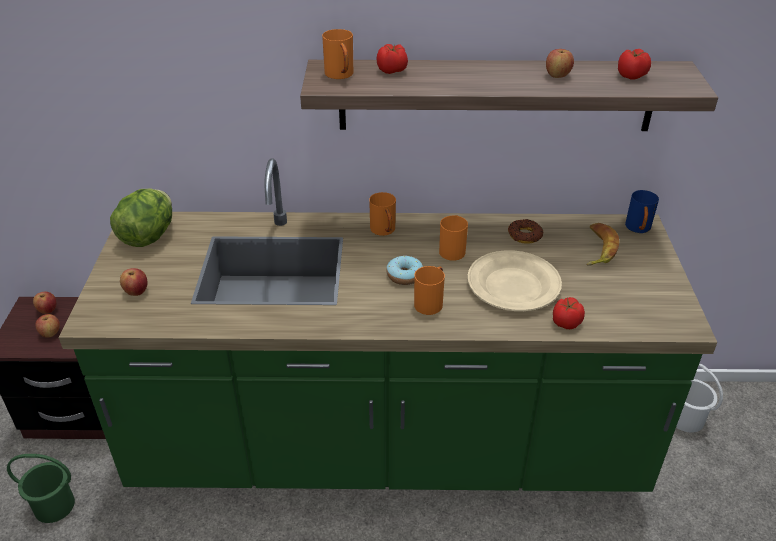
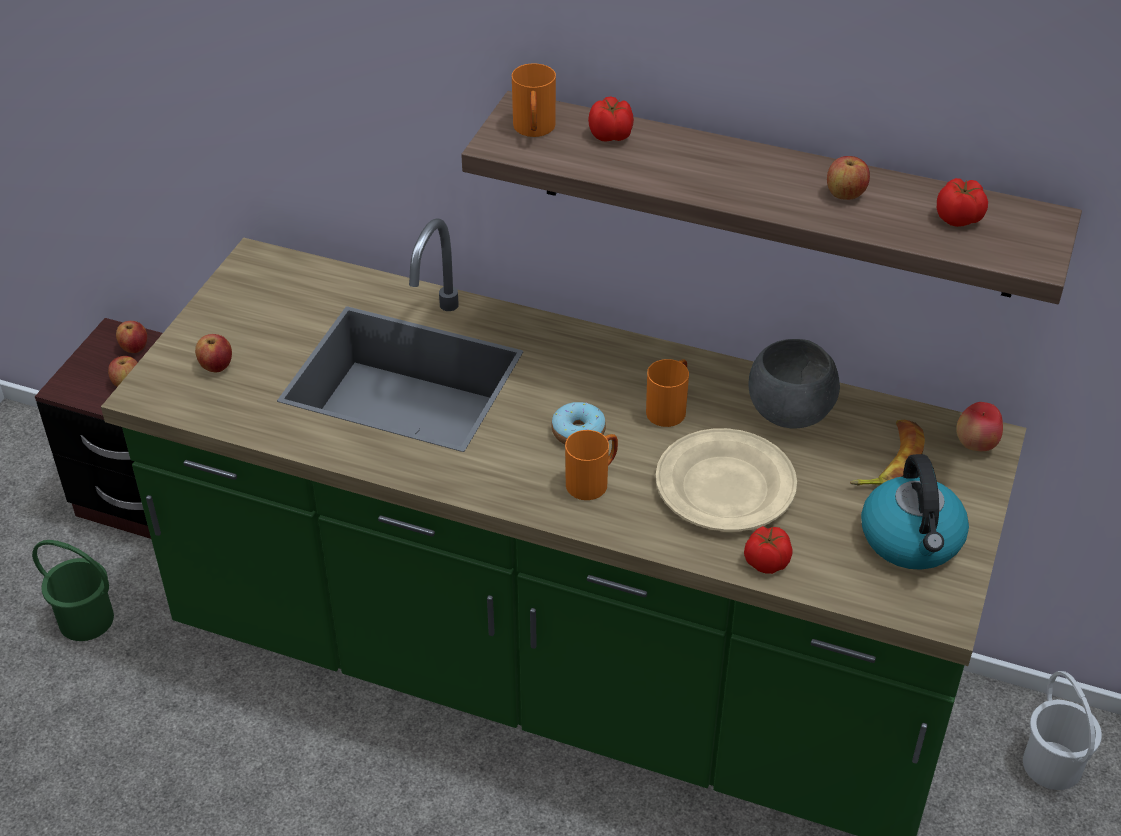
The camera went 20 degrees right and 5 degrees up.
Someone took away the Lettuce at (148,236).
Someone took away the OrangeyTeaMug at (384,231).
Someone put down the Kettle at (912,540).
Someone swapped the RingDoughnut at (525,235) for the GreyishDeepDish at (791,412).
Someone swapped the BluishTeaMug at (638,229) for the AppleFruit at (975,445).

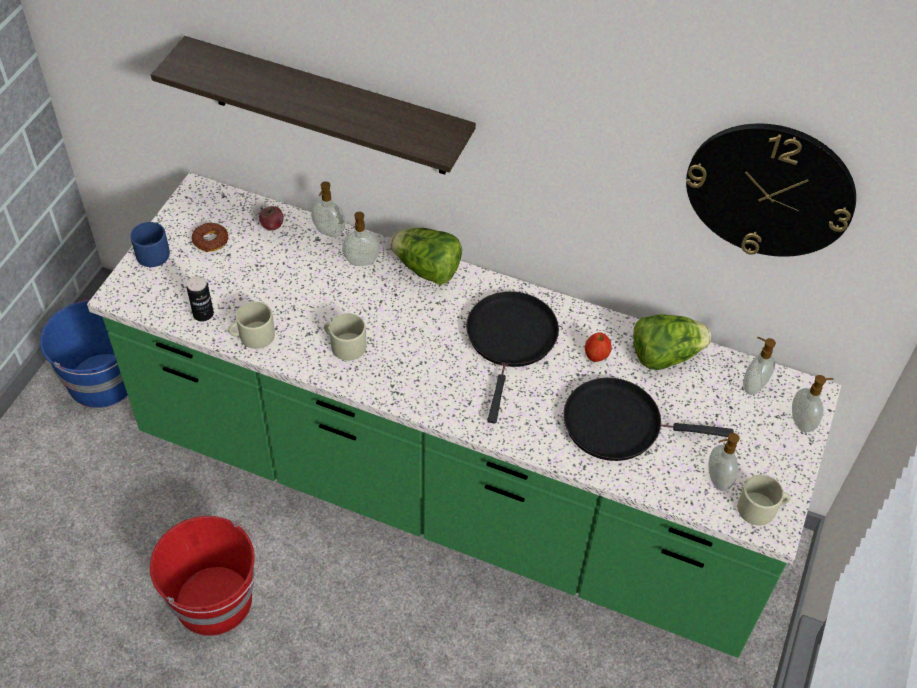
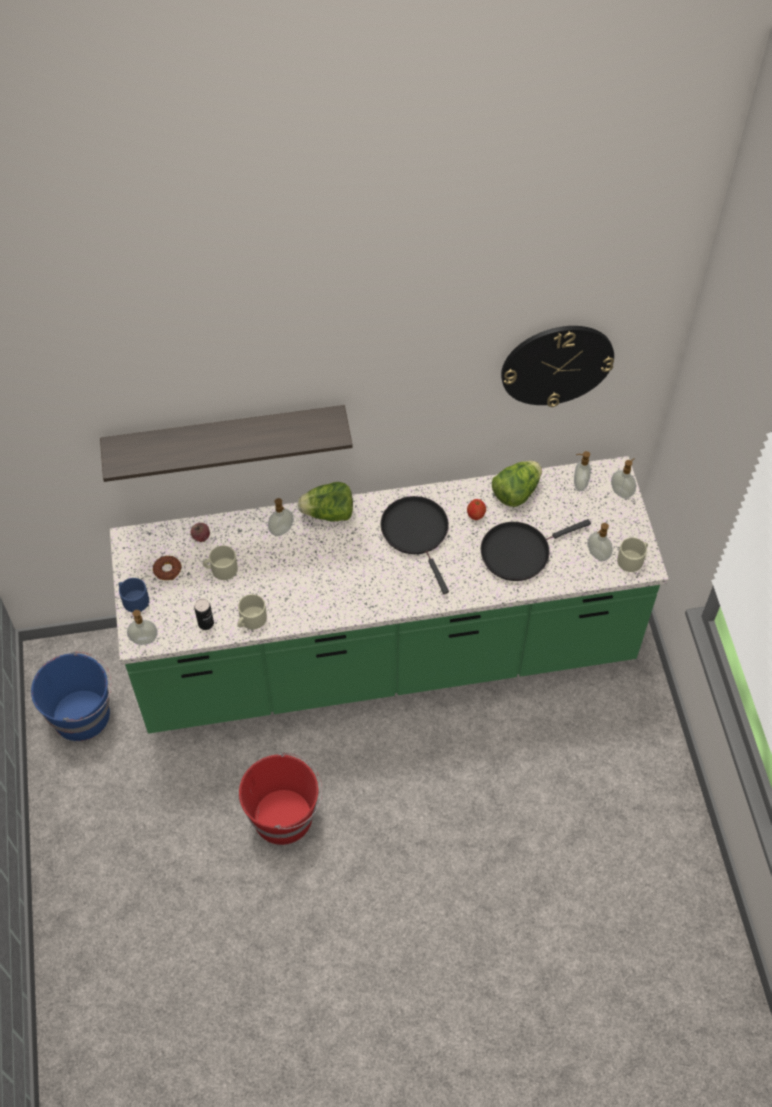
The camera went 30 degrees left and 5 degrees up.
Someone carried the LiquidSoapBottle from (328,232) to (144,641).
Someone carried the BeigeTeaMug from (344,344) to (221,569).

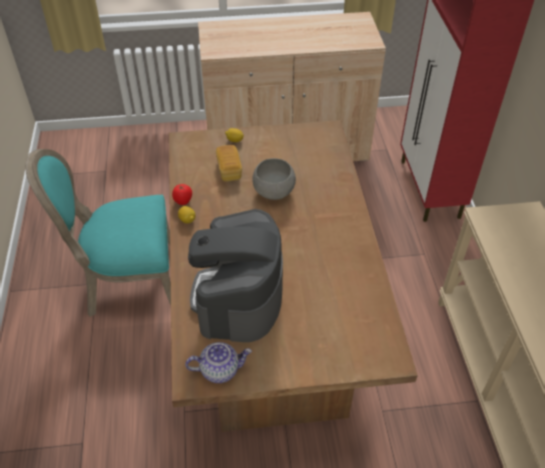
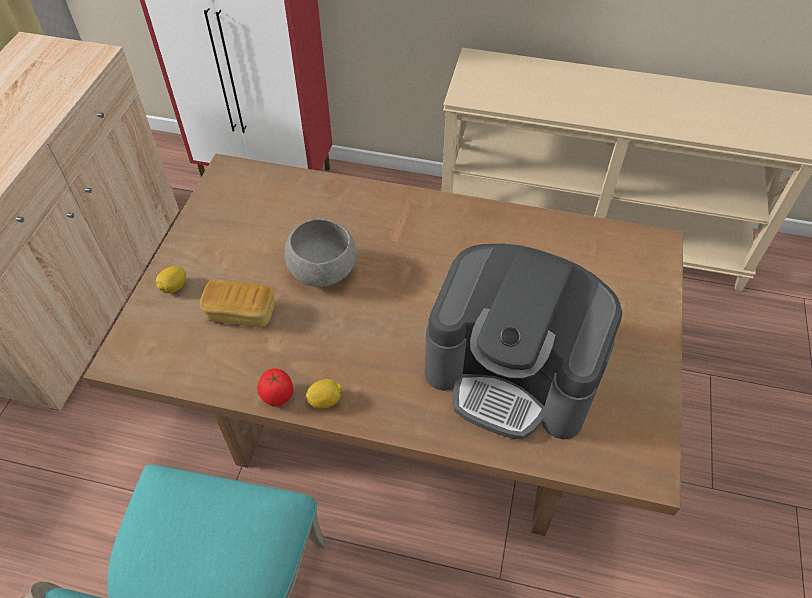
The camera went 70 degrees left and 5 degrees up.
Someone took away the PotForTea at (220,369).

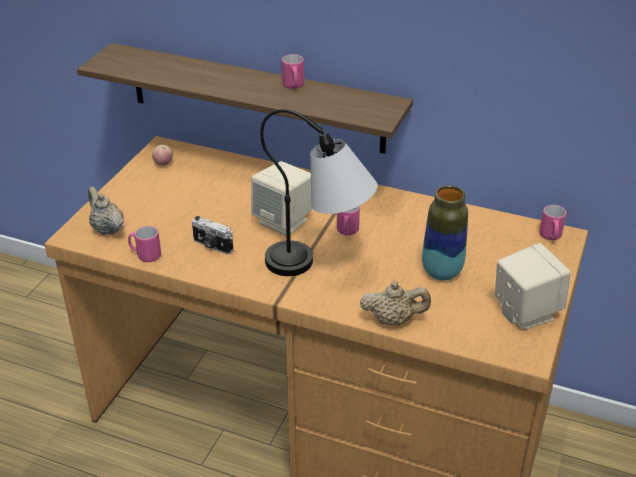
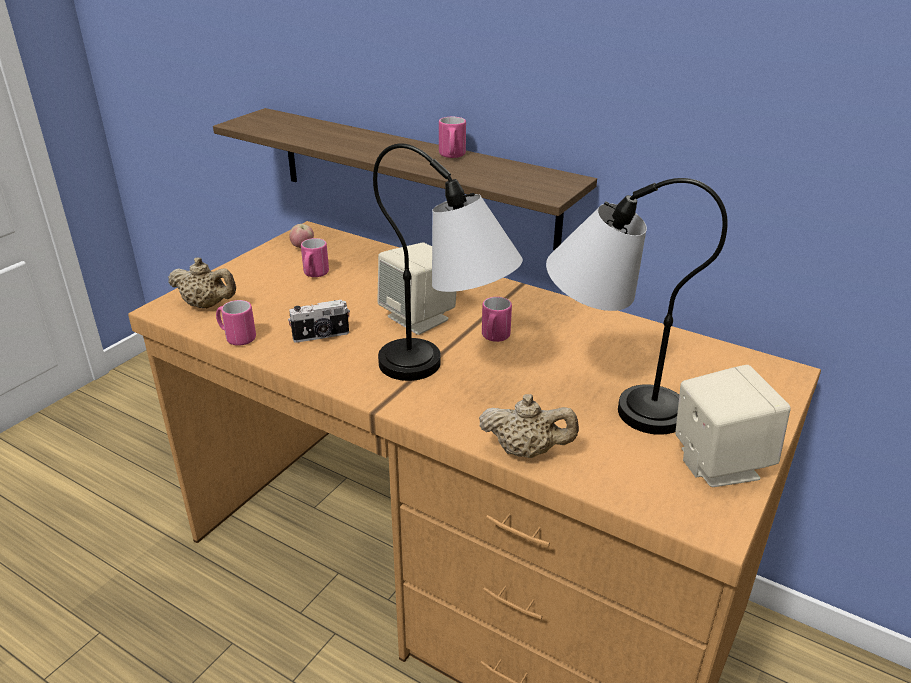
The camera went 10 degrees right and 5 degrees down.
Someone carried the PinkColouredTeaMug from (551,237) to (314,275).
Someone swapped the DecorativeVase at (441,272) for the TableLamp at (607,398).
Someone rotated the BeigePotForTea at (107,229) by 135 degrees clockwise.
Someone rotated the StillCamera at (212,246) by 60 degrees counterclockwise.

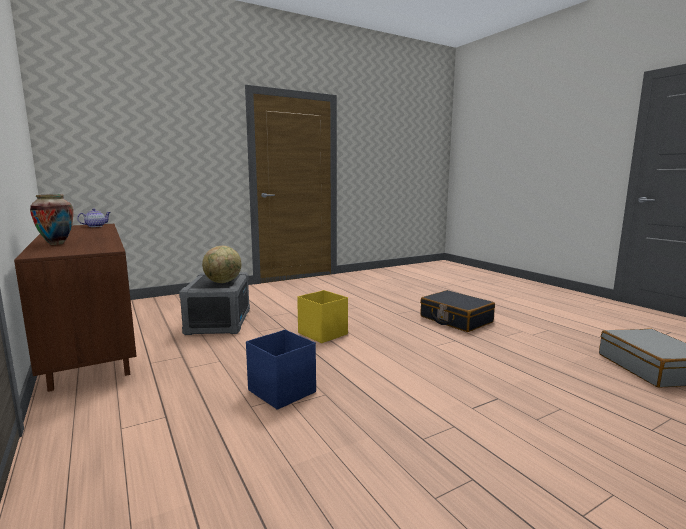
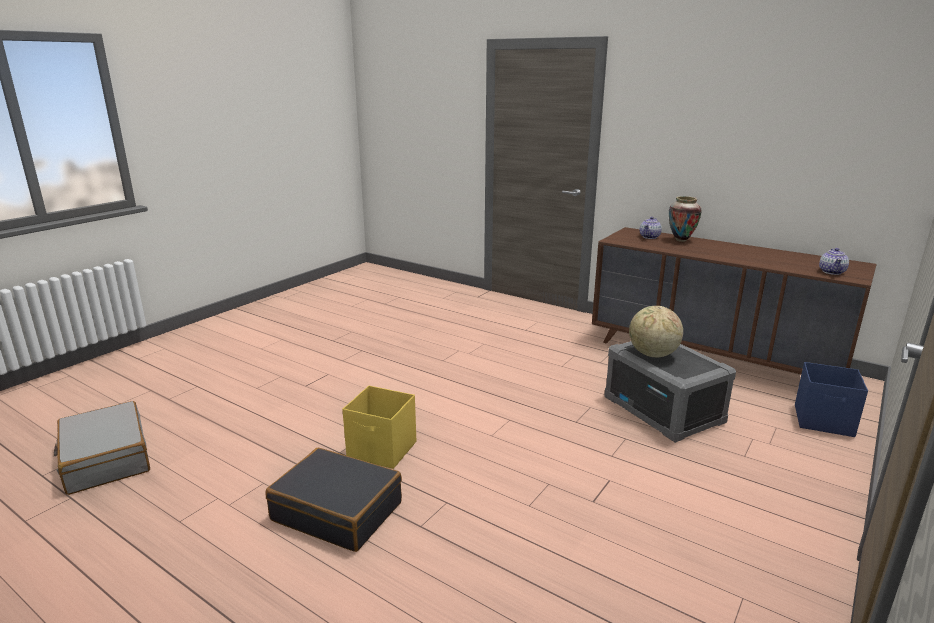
The camera went 155 degrees right and 10 degrees up.
Someone put down the PotForTea at (650,237).
Someone carried the BluishStorageBox from (281,391) to (824,421).
Someone carried the YellowStorageBox from (322,333) to (382,450).

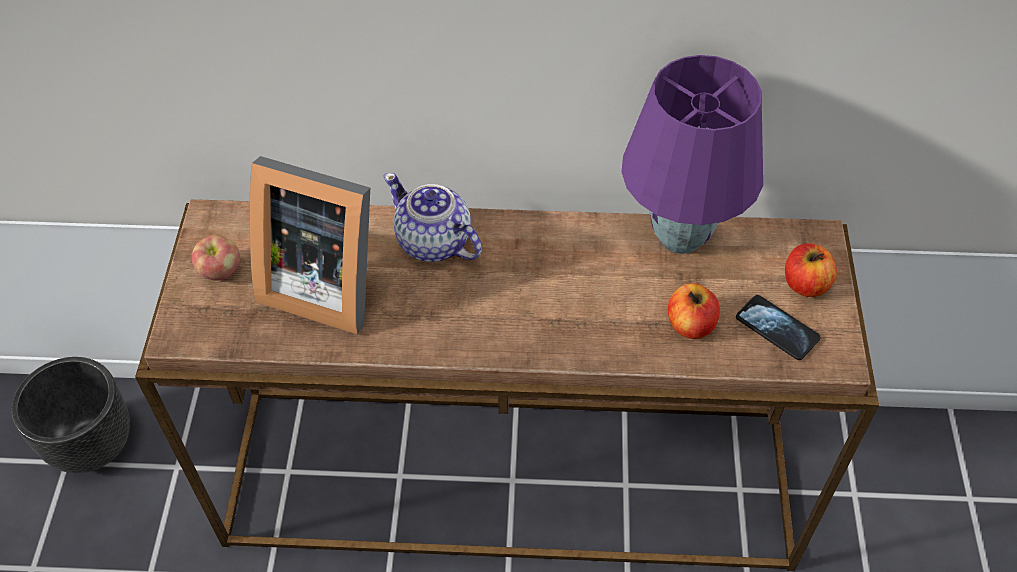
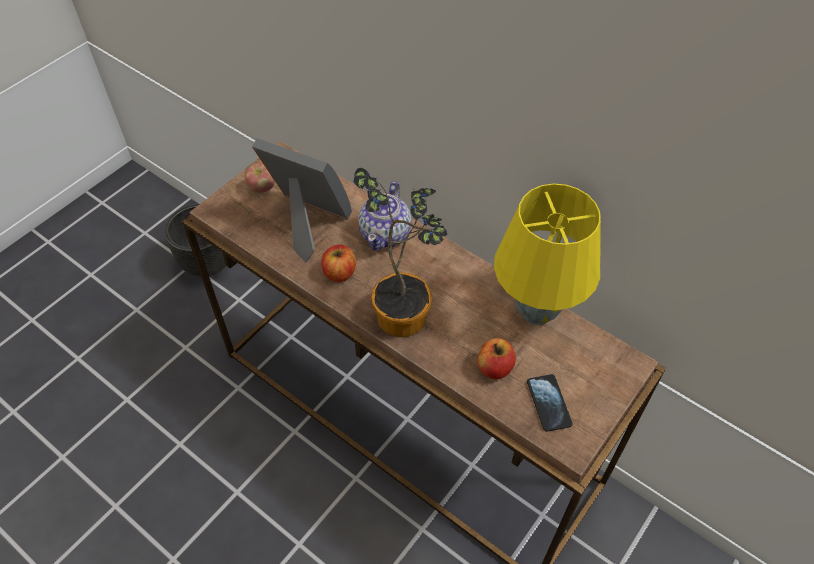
The camera went 35 degrees right and 0 degrees up.
Someone put down the PottedPlant at (405,311).
Someone carried the AppleFruit from (805,284) to (339,273).
Someone repainted the PurplishTableLamp at (678,236), which became the YellowTableLamp at (536,310).
Someone rotated the PictureFrame at (323,283) by 150 degrees clockwise.
Someone rotated the PotForTea at (434,243) by 150 degrees counterclockwise.

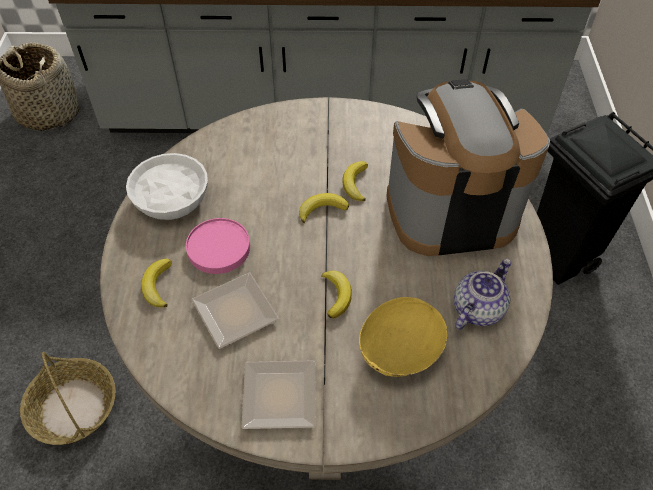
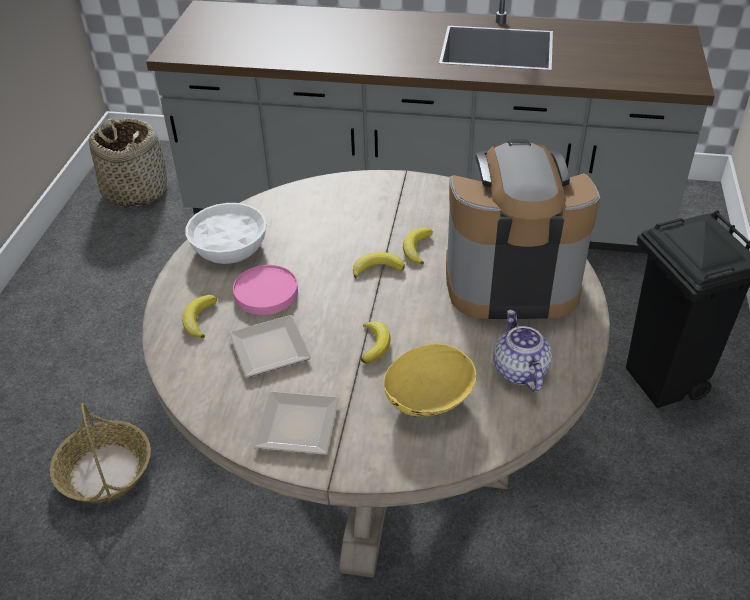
The camera went 10 degrees right and 10 degrees down.
Someone rotated the PotForTea at (477,308) by 60 degrees counterclockwise.

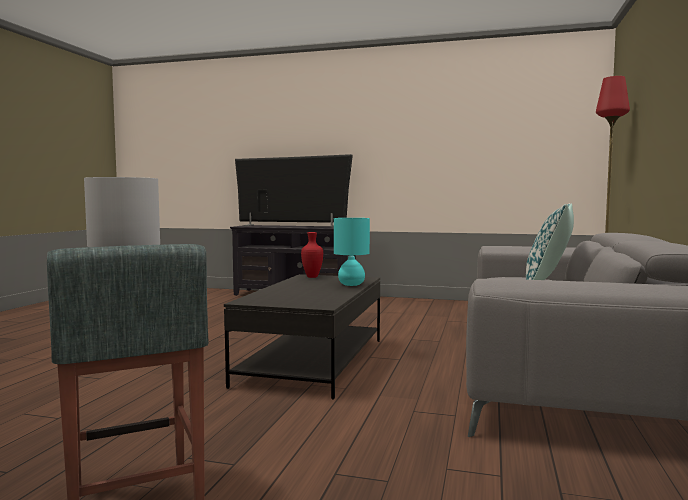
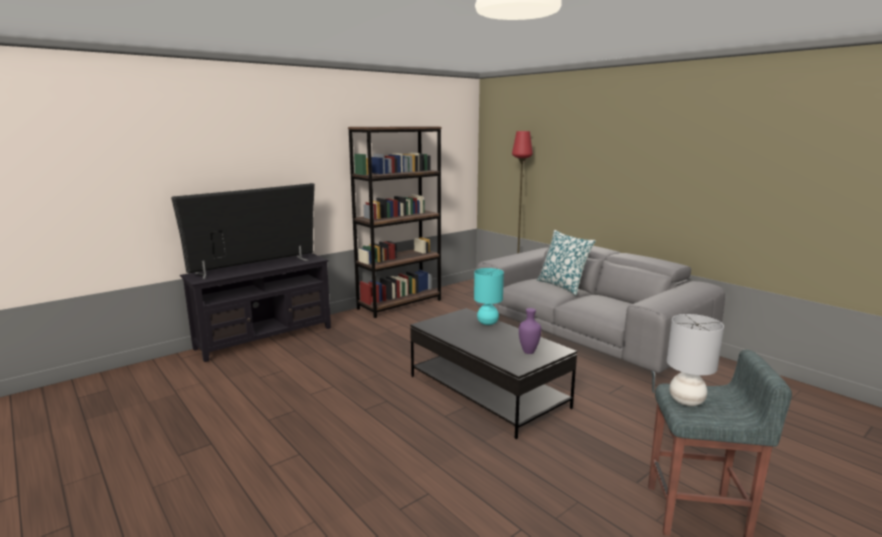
The camera went 55 degrees left and 10 degrees up.
Someone took away the RedColouredDecorativeVase at (312,277).
Someone put down the BrownishBookcase at (400,304).
Someone put down the PurplishDecorativeVase at (528,352).

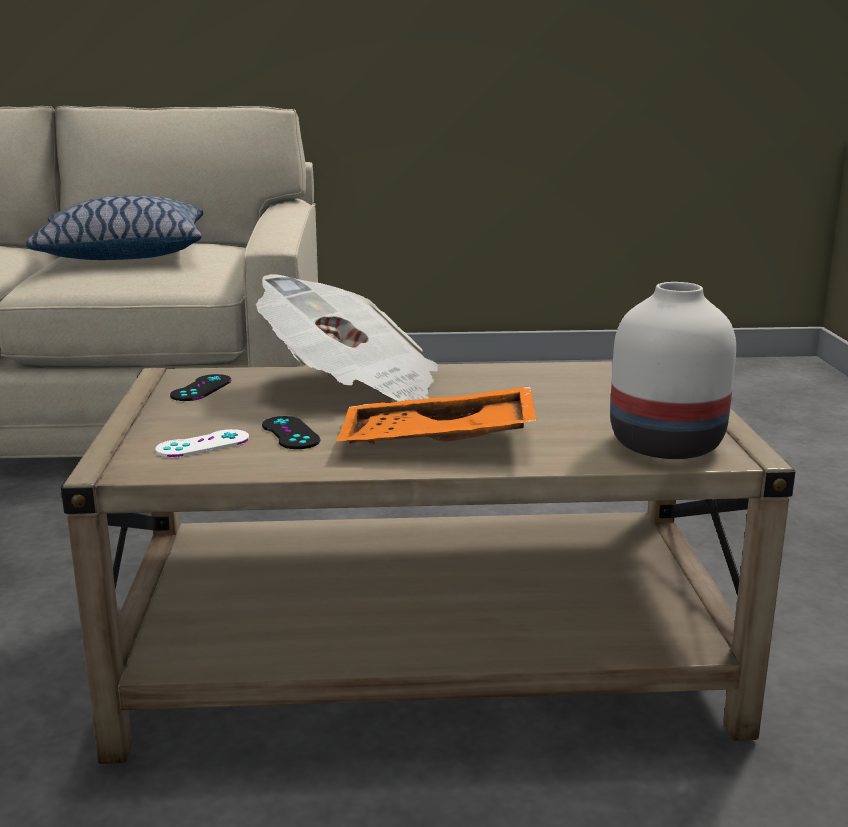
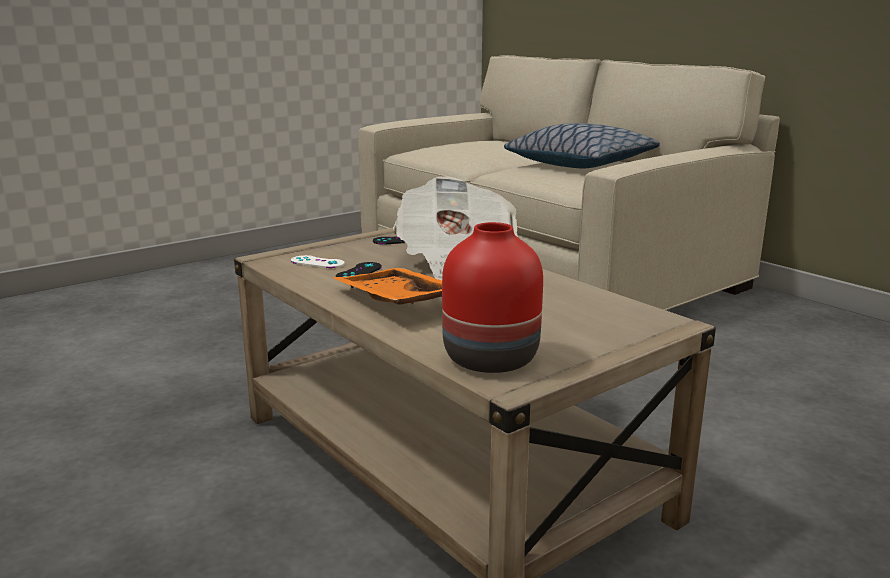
The camera went 55 degrees right and 0 degrees up.
Someone repainted the WhiteColouredDecorativeVase at (662,445), which became the RedColouredDecorativeVase at (489,357).

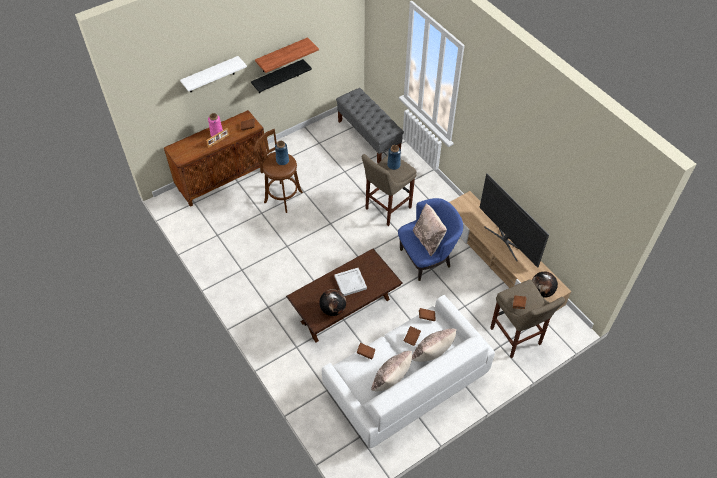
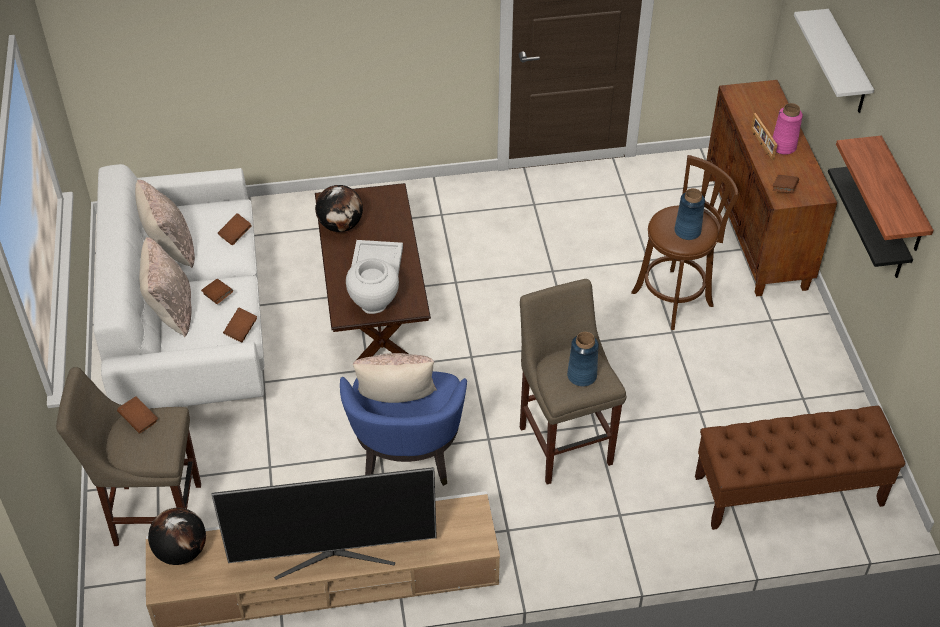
The camera went 115 degrees right and 5 degrees down.
Someone put down the WhiteColouredDecorativeVase at (374,304).
Someone repainted the GreyishLongSeat at (369,137), which became the BrownishLongSeat at (788,491).

